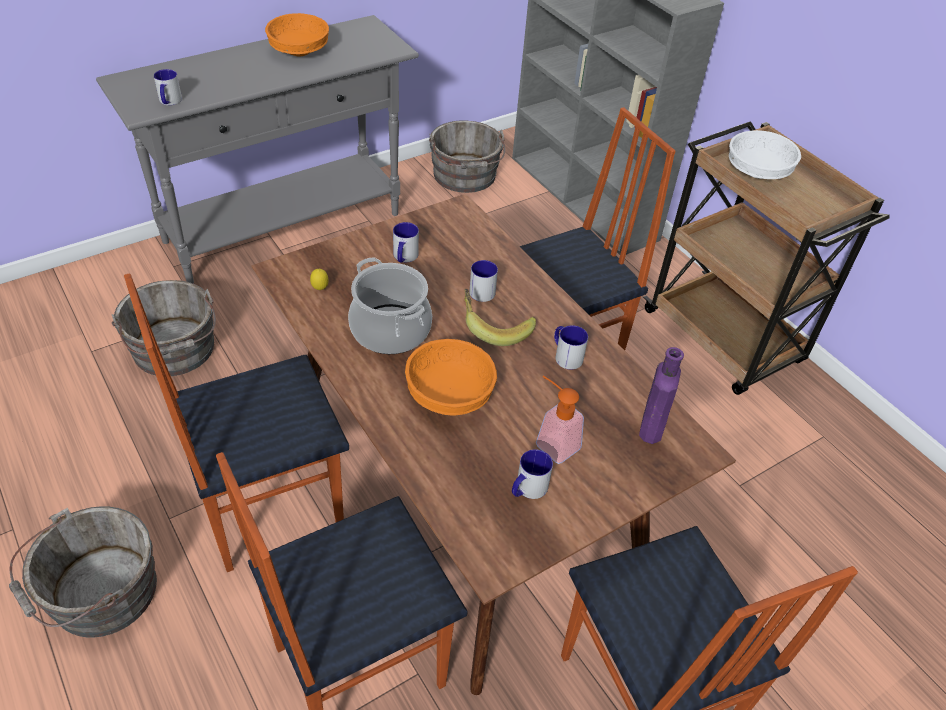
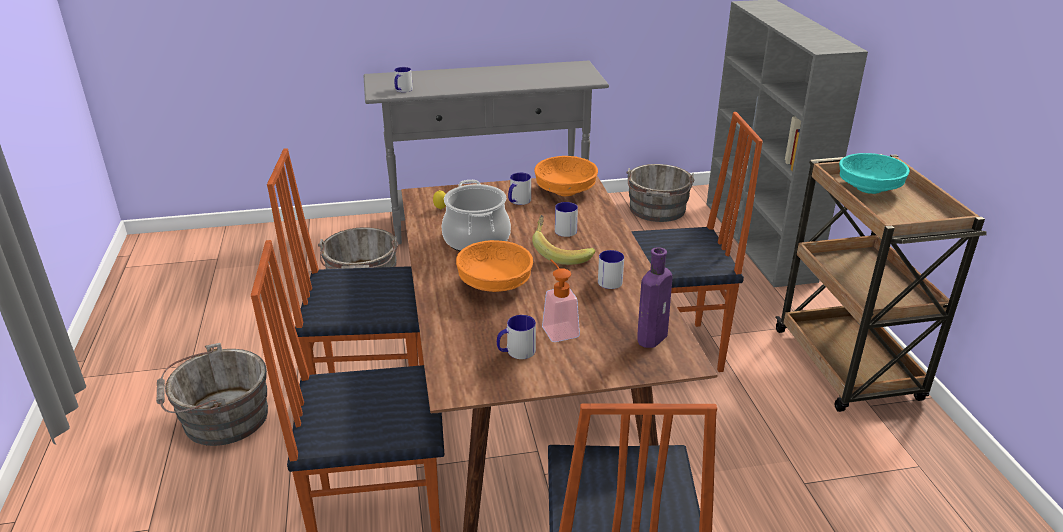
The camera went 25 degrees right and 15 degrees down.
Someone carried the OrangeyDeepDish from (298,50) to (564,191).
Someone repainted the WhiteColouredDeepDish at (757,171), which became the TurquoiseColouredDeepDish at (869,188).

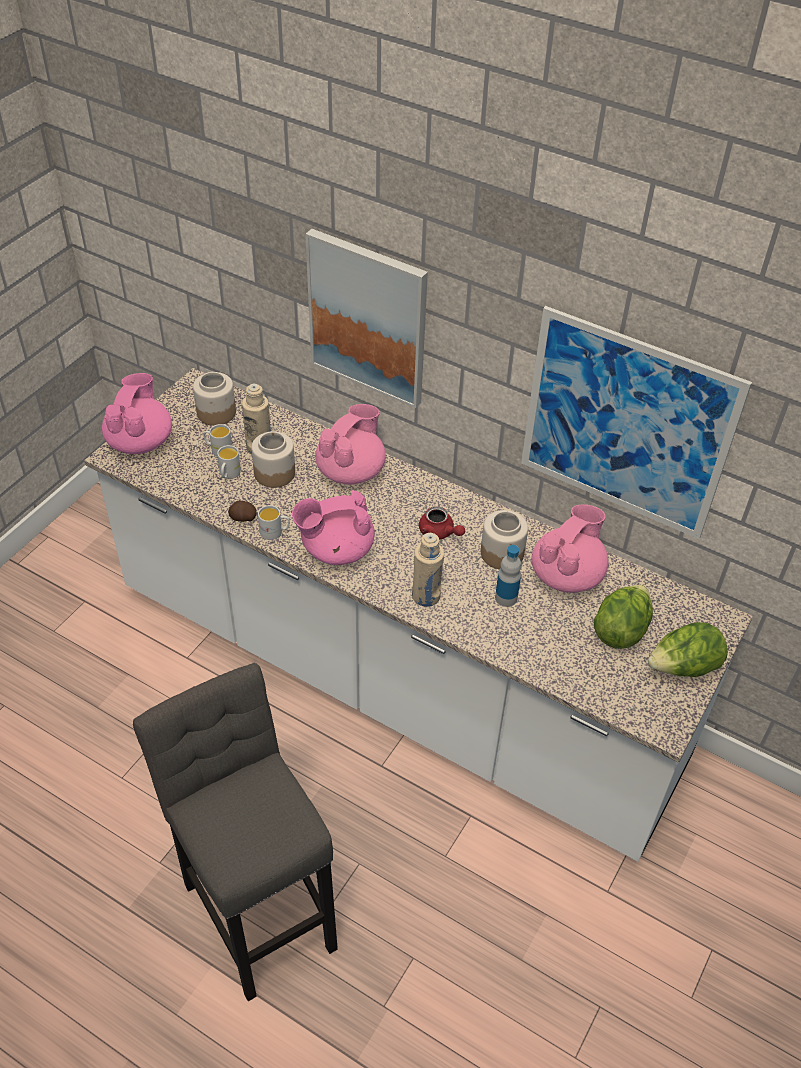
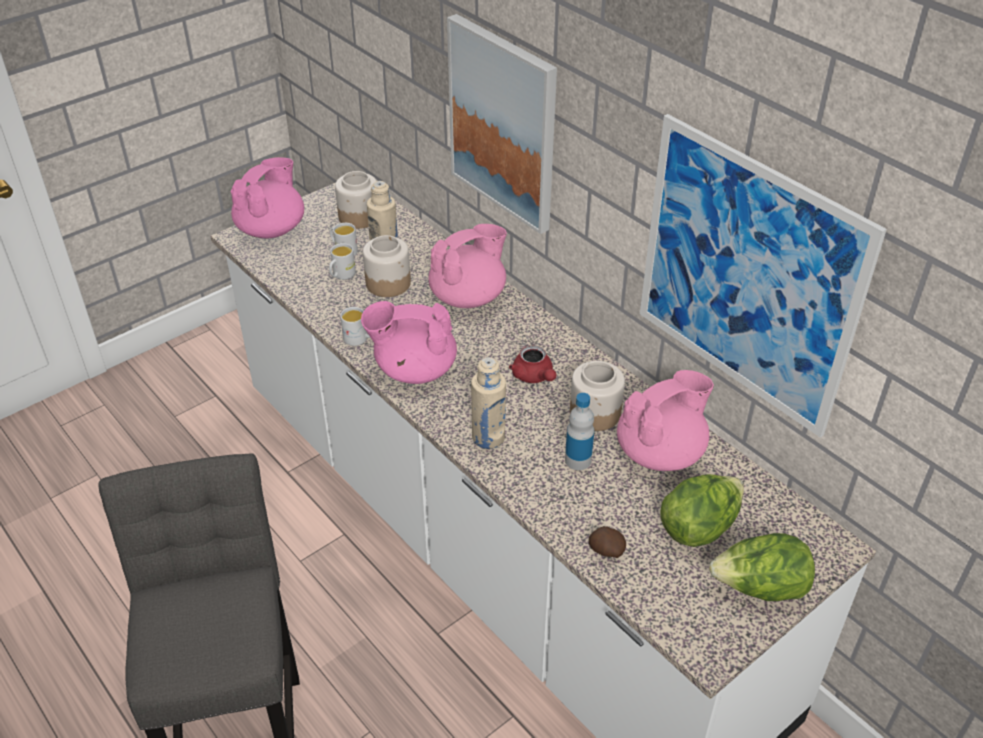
The camera went 20 degrees right and 5 degrees down.
Someone carried the Spud from (243,518) to (606,550).

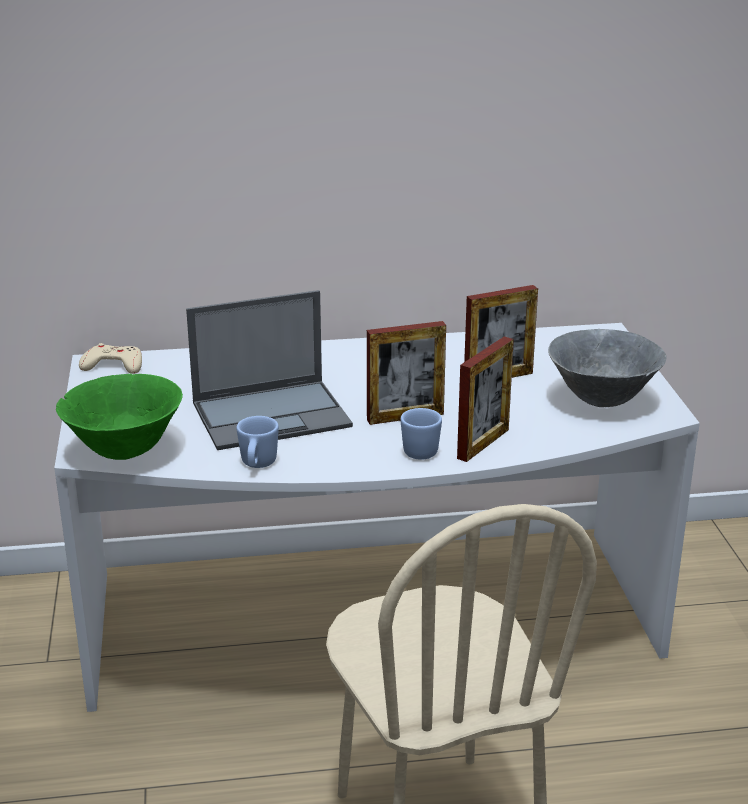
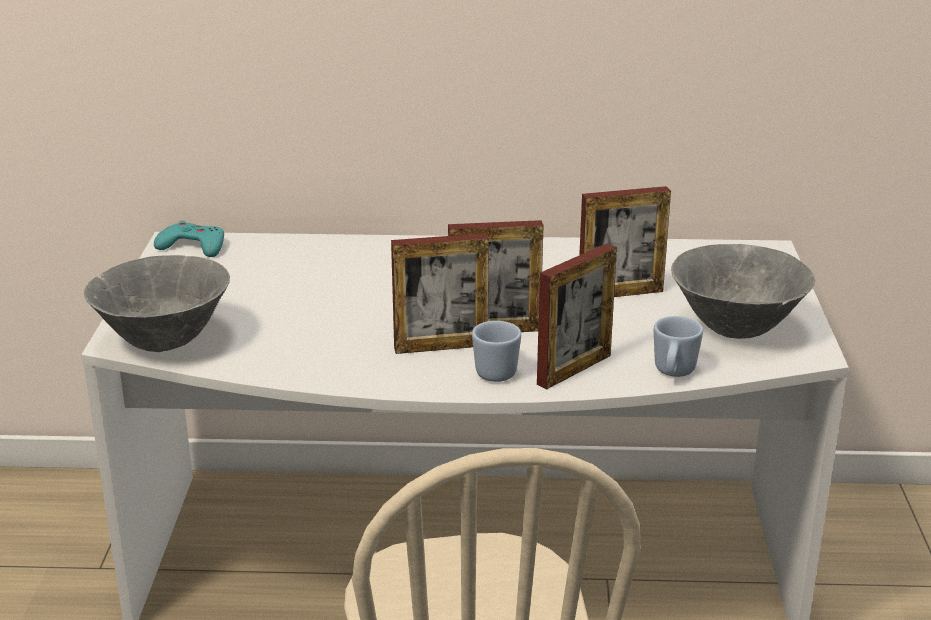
The camera went 10 degrees right and 0 degrees up.
Someone took away the PortableComputer at (273,414).
Someone put down the PictureFrame at (441,346).
Someone carried the BluishTeaMug from (257,465) to (673,373).
Someone repainted the GreenishDeepDish at (124,451), which became the GreyishDeepDish at (164,343).
Someone repainted the BeigeGamepad at (113,365), which became the TurquoiseColouredGamepad at (193,246).

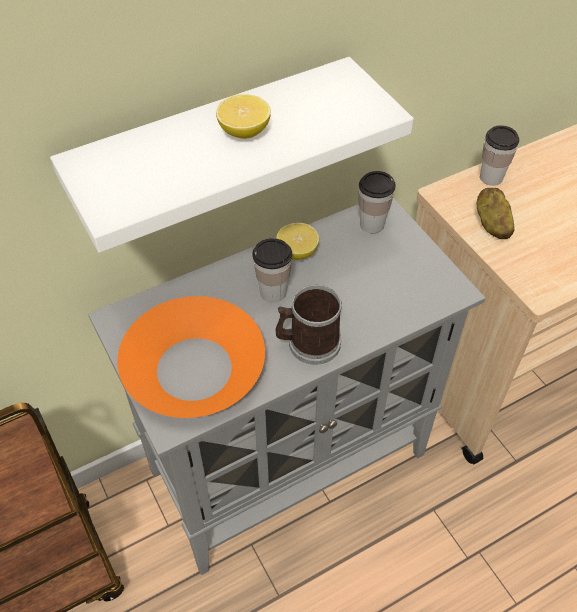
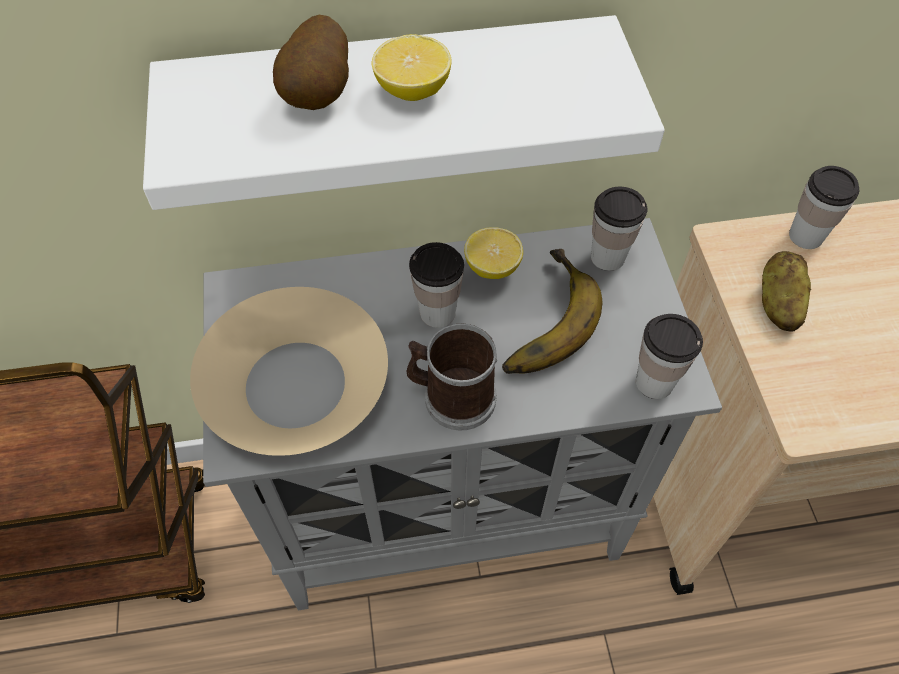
The camera went 20 degrees right and 5 degrees up.
Someone put down the Spud at (320,95).
Someone put down the BananaFruit at (538,319).
Someone put down the SmallCup at (654,382).
Someone repainted the OrangeyDeepDish at (194,369), which became the BeigeDeepDish at (295,384).

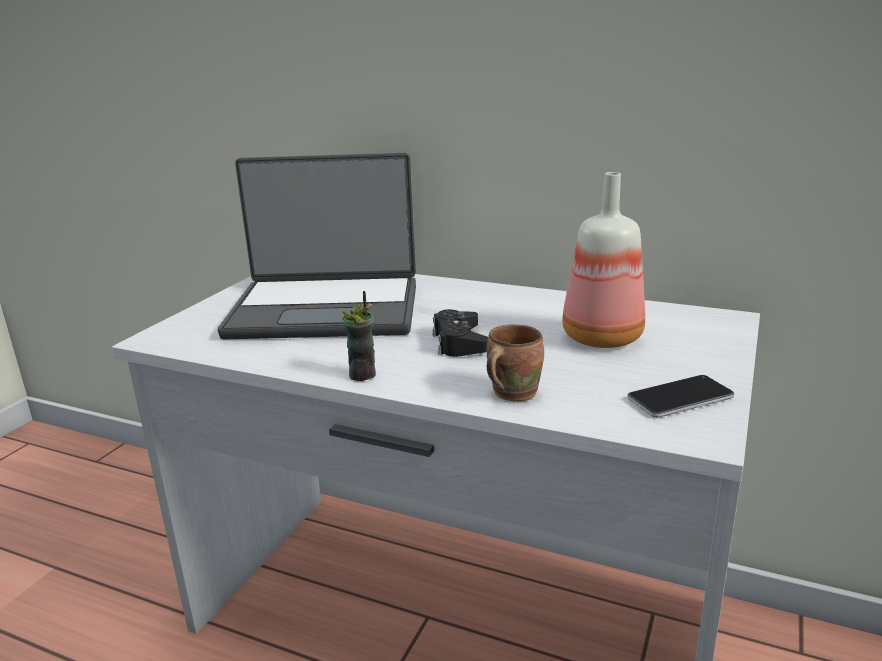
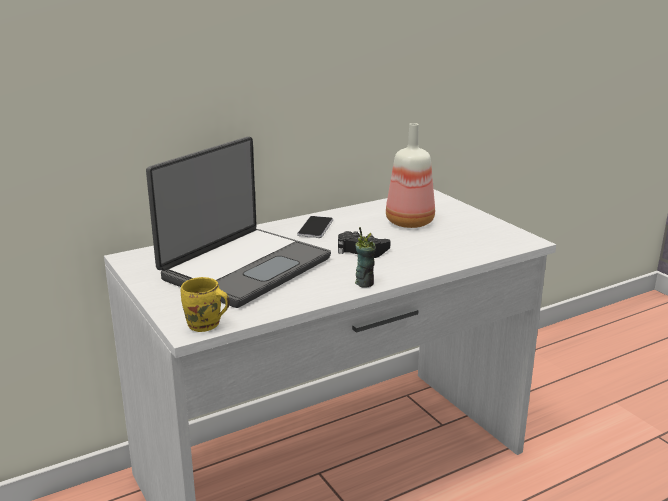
The camera went 55 degrees left and 0 degrees up.
Someone took away the BrownishTeaMug at (510,392).
Someone put down the YellowTeaMug at (205,326).
Someone carried the Handset from (680,398) to (315,228).

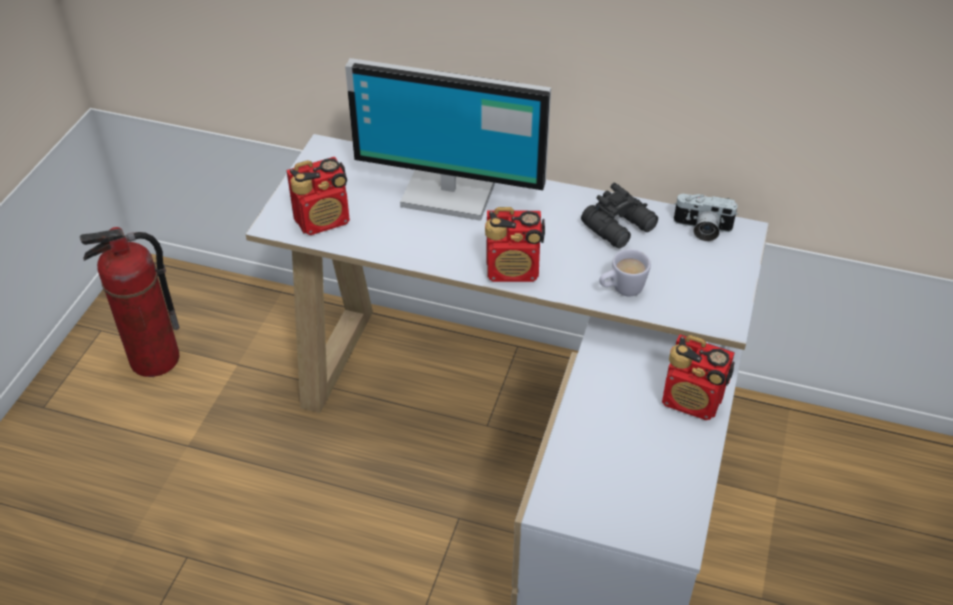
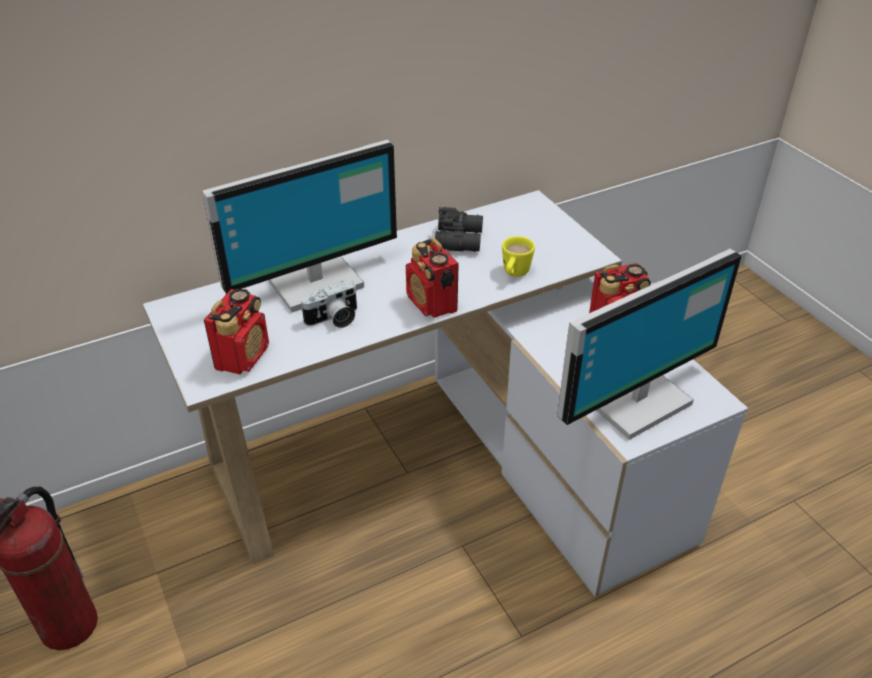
The camera went 45 degrees left and 5 degrees down.
Someone put down the Monitor at (635,400).
Someone carried the StillCamera from (702,229) to (334,319).
Someone repainted the WhiteColouredTeaMug at (621,290), which became the YellowTeaMug at (514,274).
Someone rotated the RadioSet at (513,270) by 105 degrees clockwise.

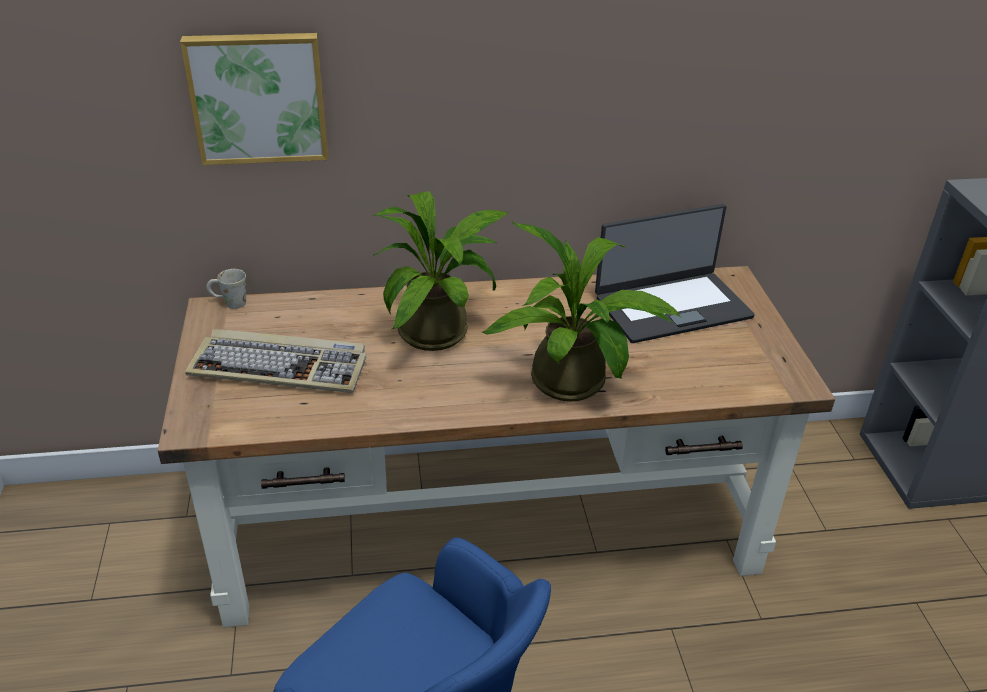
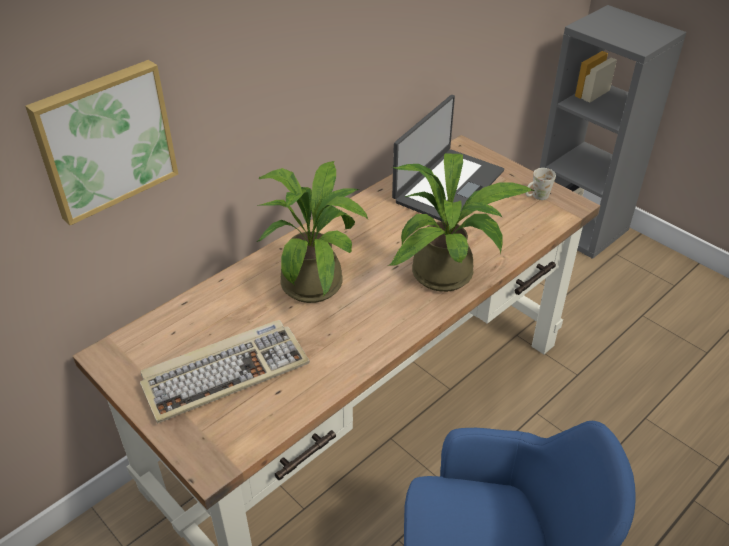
The camera went 35 degrees left and 5 degrees up.
Someone carried the WhiteColouredTeaMug from (229,303) to (536,197).

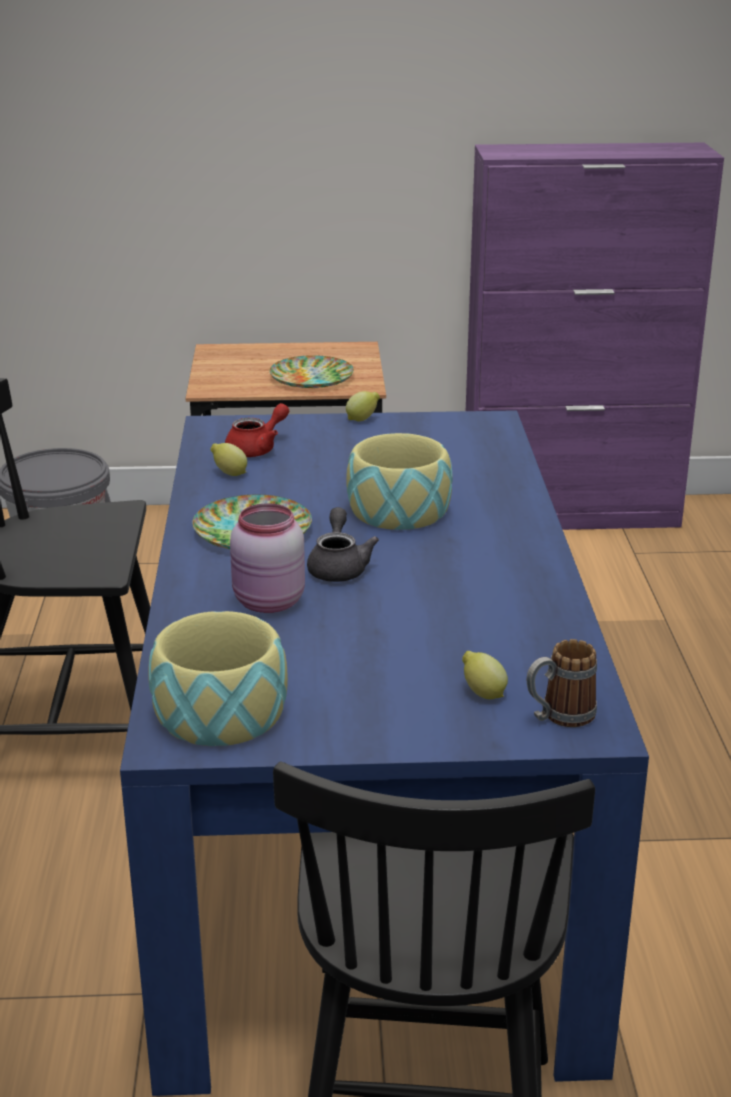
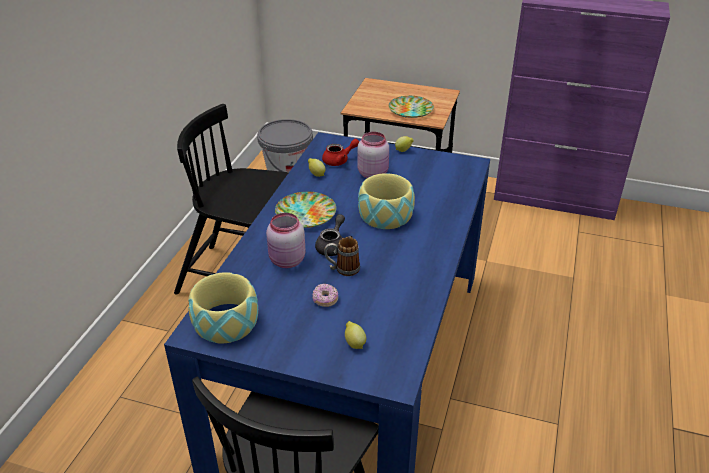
The camera went 20 degrees right and 10 degrees up.
Someone put down the RingDoughnut at (325,300).
Someone put down the PinkColouredJar at (373,173).
Someone carried the TeaMug from (558,717) to (342,269).

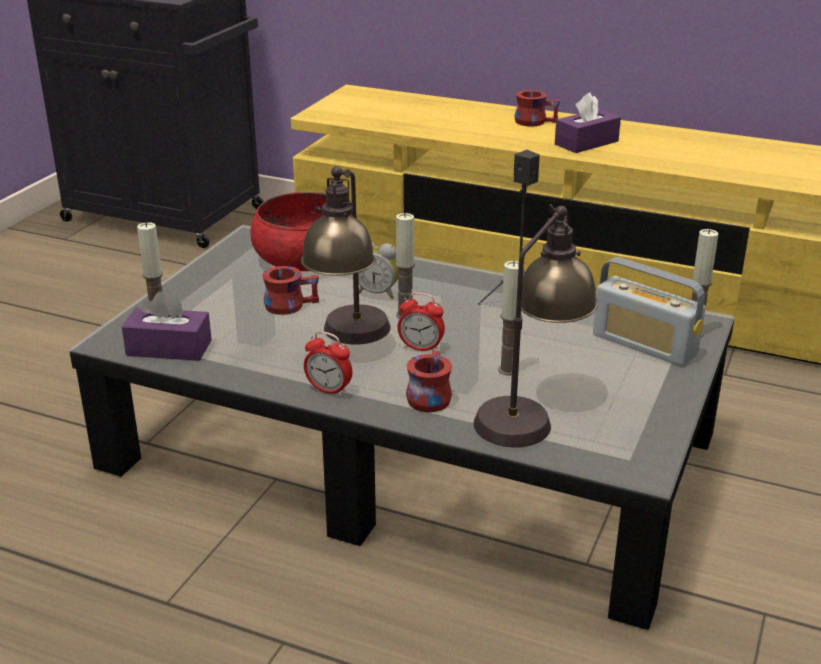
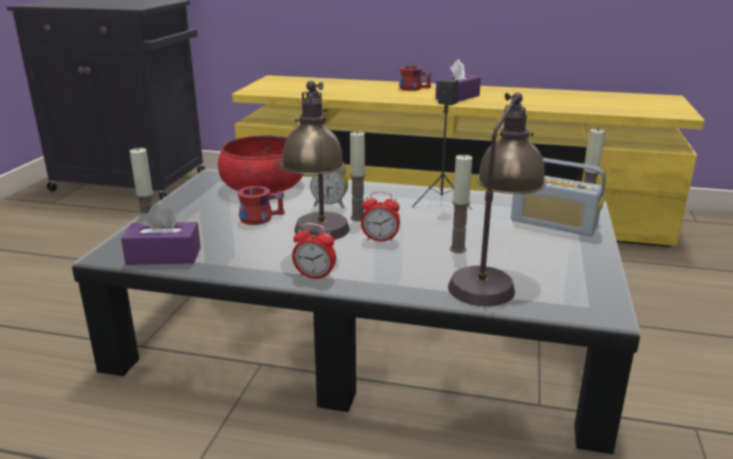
The camera went 10 degrees left and 5 degrees down.
Someone took away the RedColouredTeaMug at (426,396).

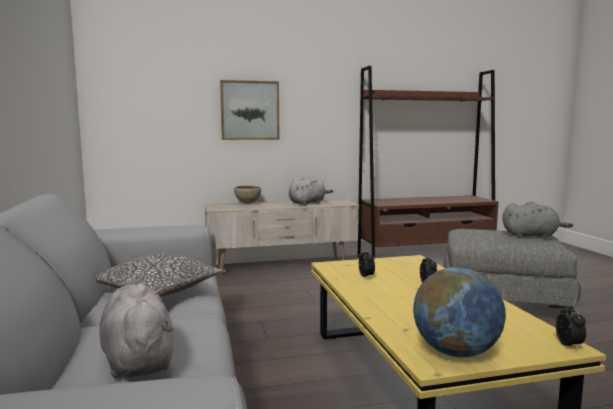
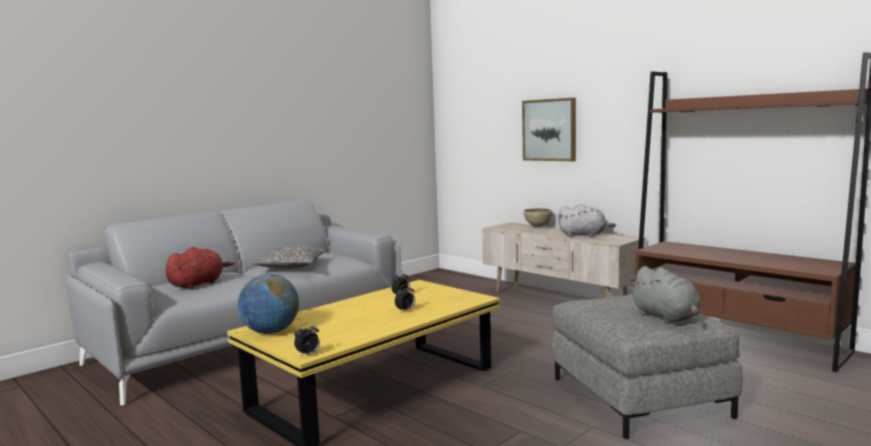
The camera went 60 degrees right and 0 degrees up.
Someone repainted the GreyishCuddlyToy at (137,359), which became the RedColouredCuddlyToy at (198,284).

